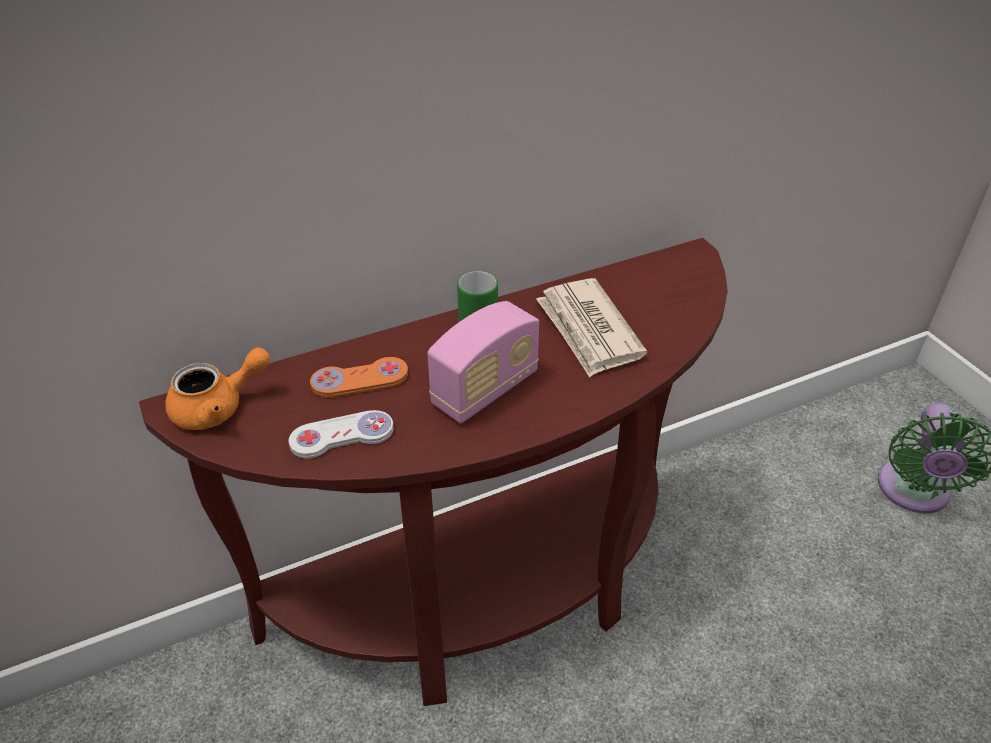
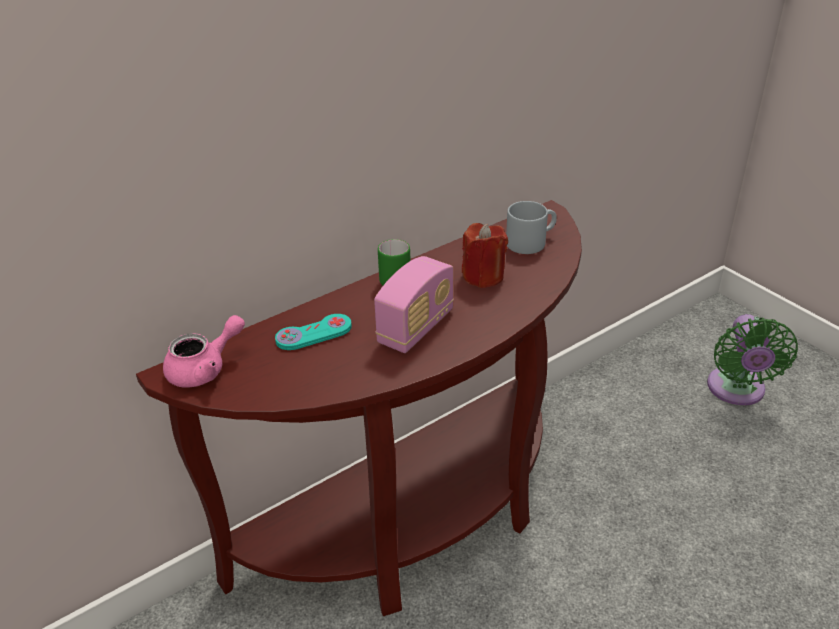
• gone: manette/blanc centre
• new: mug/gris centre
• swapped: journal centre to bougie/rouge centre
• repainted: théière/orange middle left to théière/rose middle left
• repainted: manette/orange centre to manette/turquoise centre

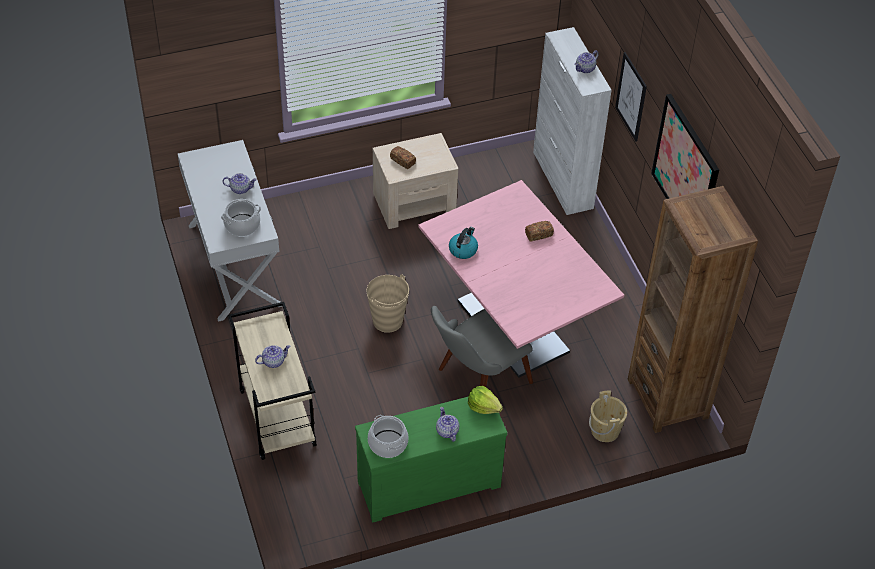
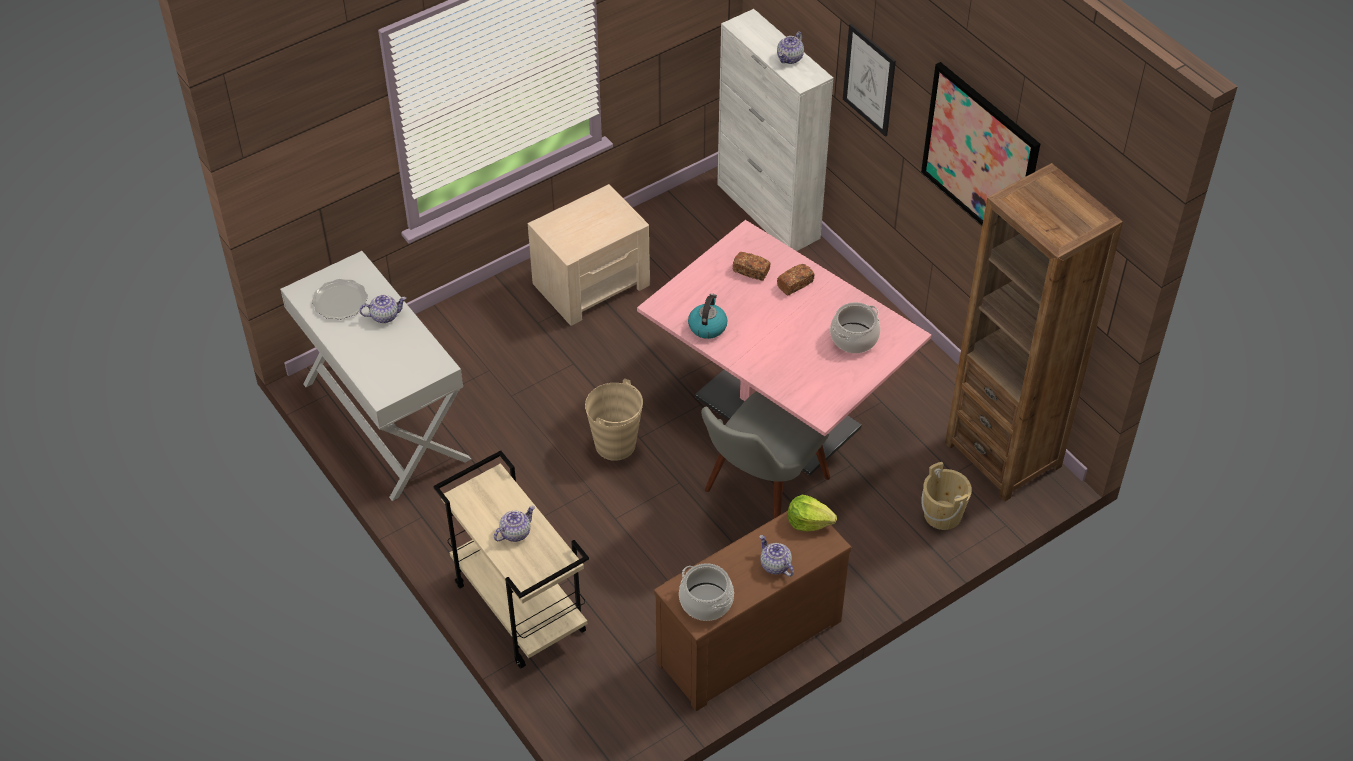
• new: assiette middle left
• shifted: marmite (no. 1 from left in the first image) middle left to marmite (no. 2 from left) centre
• shifted: pain (no. 1 from left) top centre to centre
• repainted: commode/vert bottom centre to commode/marron bottom centre

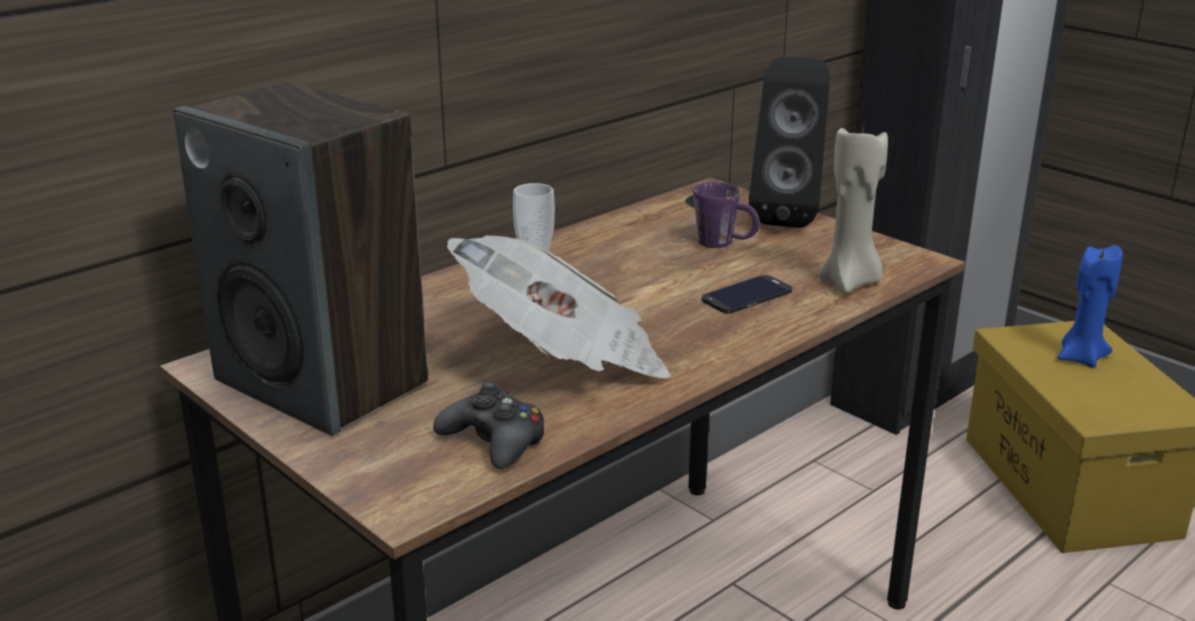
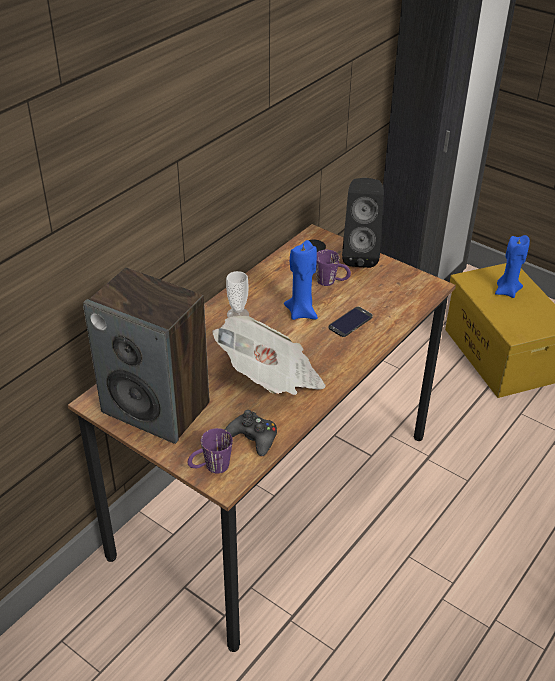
• gone: bougie/beige middle right
• new: mug/violet (no. 1 from left) centre
• new: bougie/bleu (no. 1 from left) centre

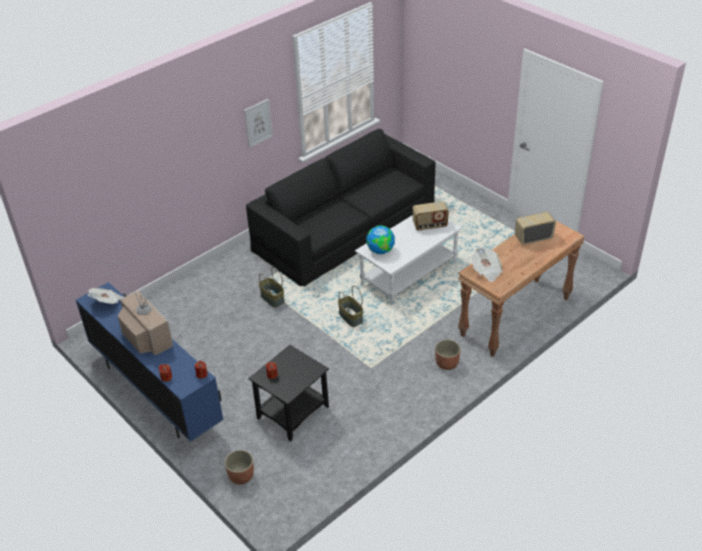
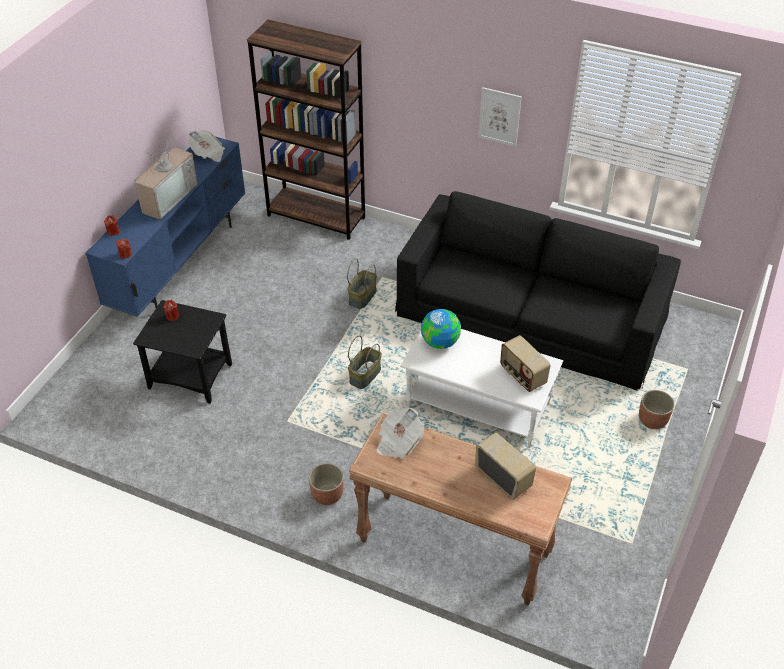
• new: bibliothèque/marron top centre
• shifted: cache-pot (no. 1 from left in the first image) bottom centre to cache-pot (no. 2 from left) middle right

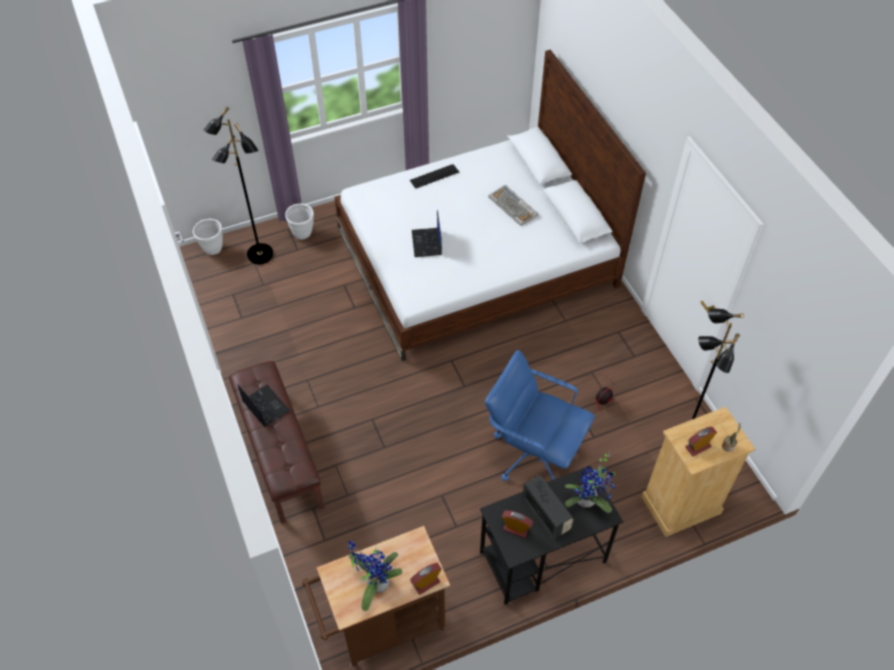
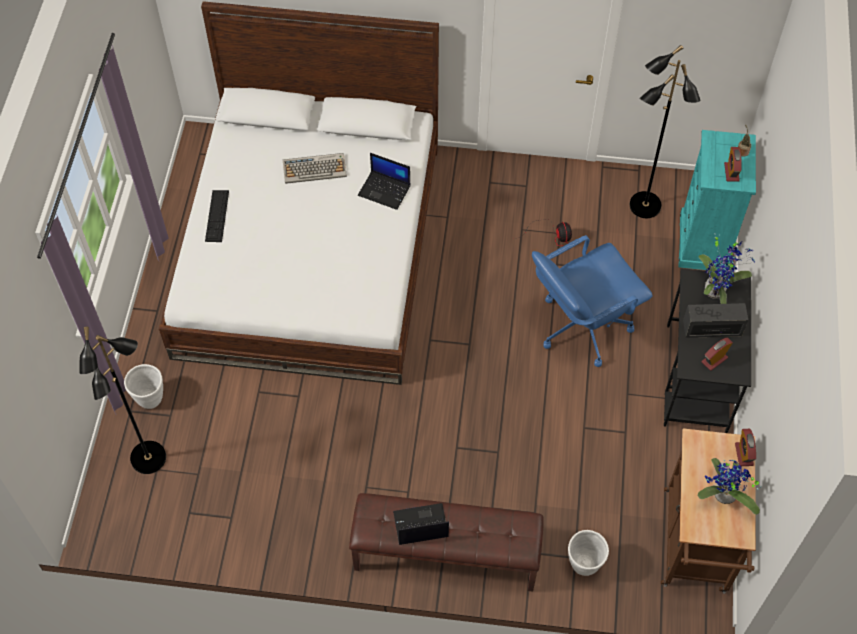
• shifted: cache-pot/blanc (no. 1 from left in the first image) middle left to cache-pot/blanc (no. 2 from left) bottom right
• shifted: ordinateur portable (no. 2 from left in the first image) centre to ordinateur portable (no. 1 from left) top centre
• repainted: commode/beige bottom right to commode/turquoise top right

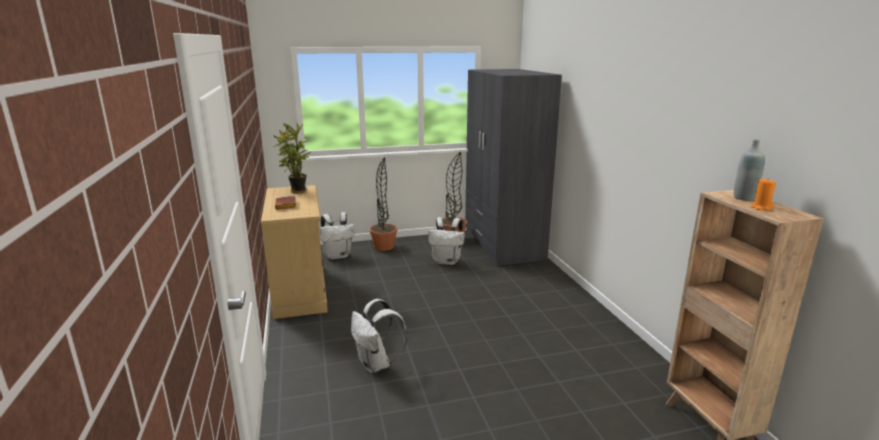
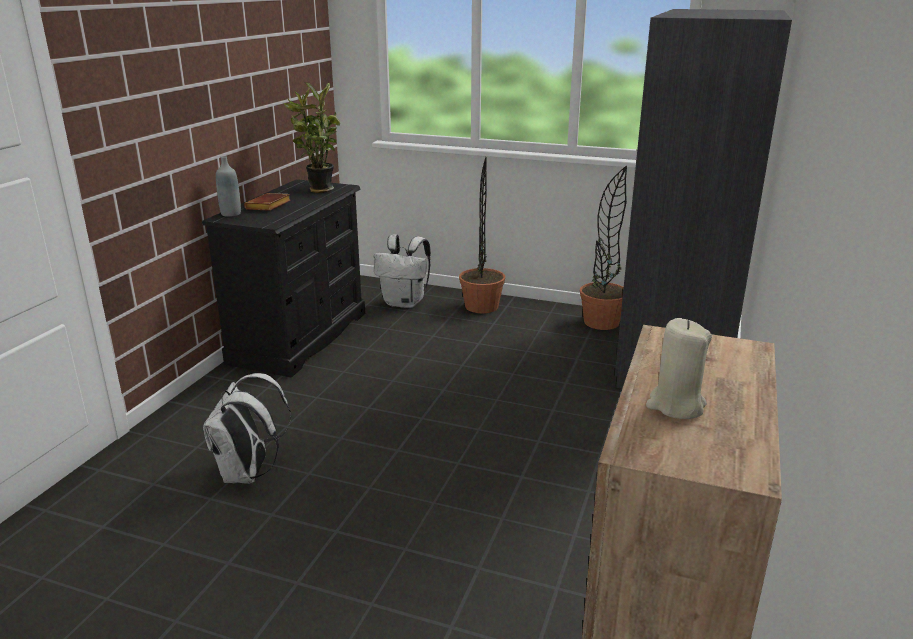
• gone: sac à dos/blanc (no. 3 from left) centre
• shifted: bouteille/gris middle right to top left
• repainted: commode/beige centre to commode/noir middle left
• repainted: bougie/orange middle right to bougie/beige middle right

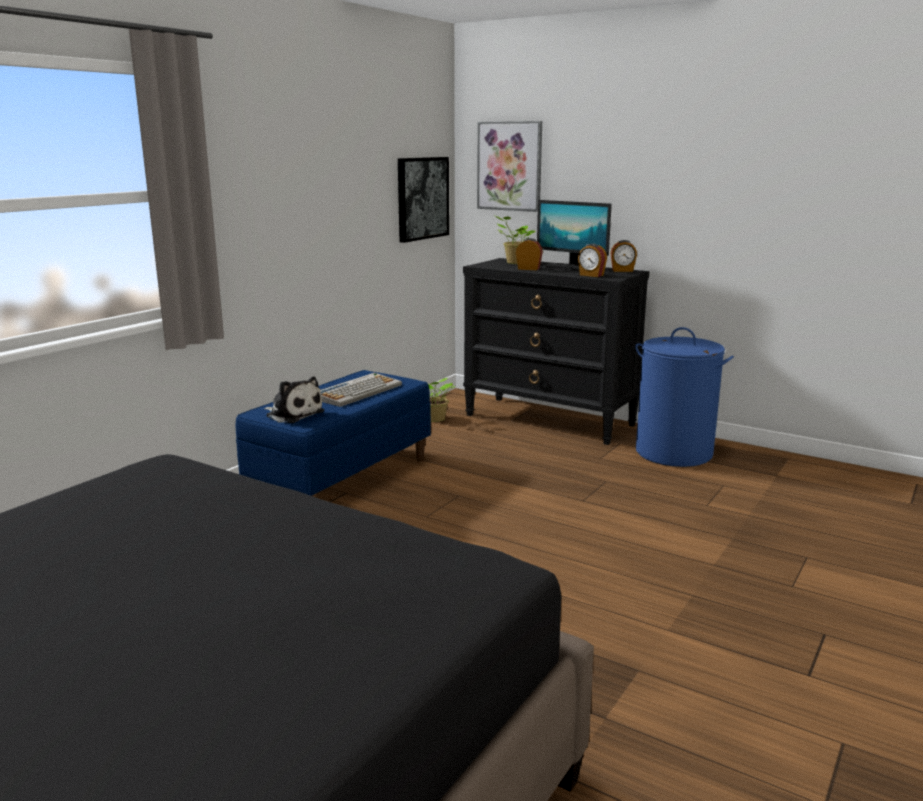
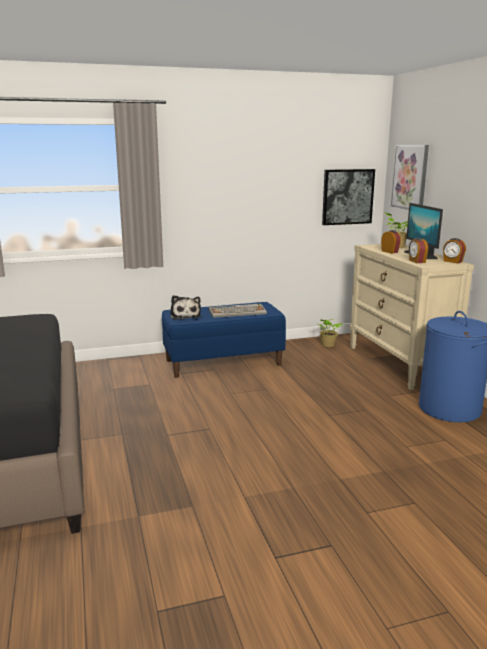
• repainted: commode/noir centre to commode/beige middle right

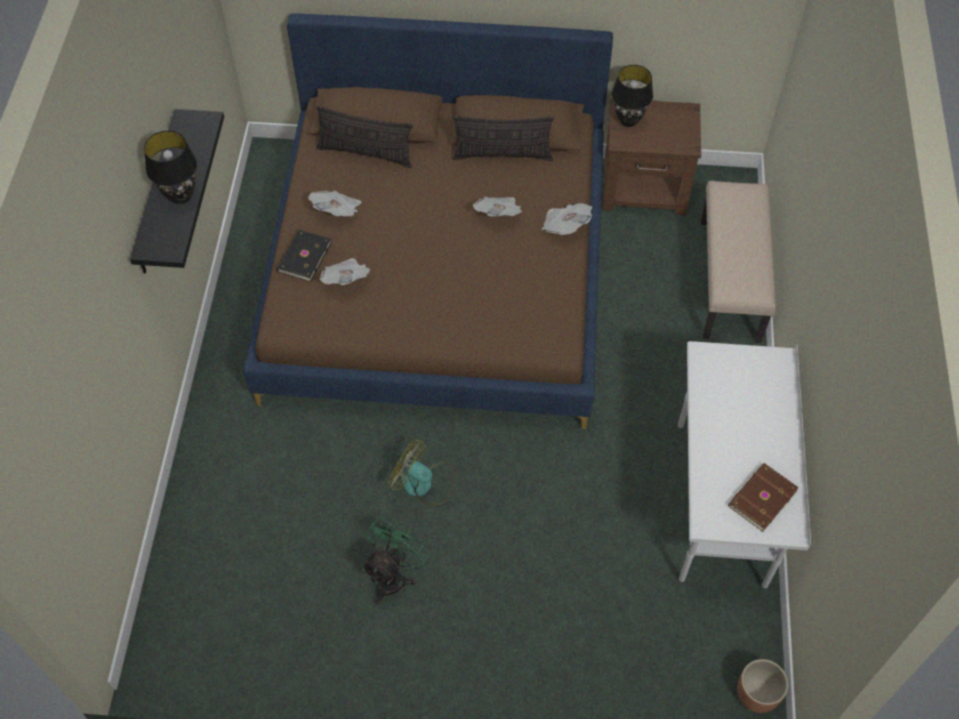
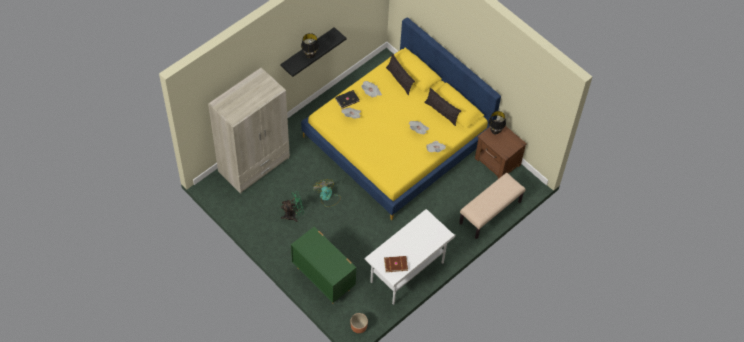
• new: armoire/beige centre
• new: commode/vert bottom centre
• repainted: lit/marron top centre to lit/jaune centre

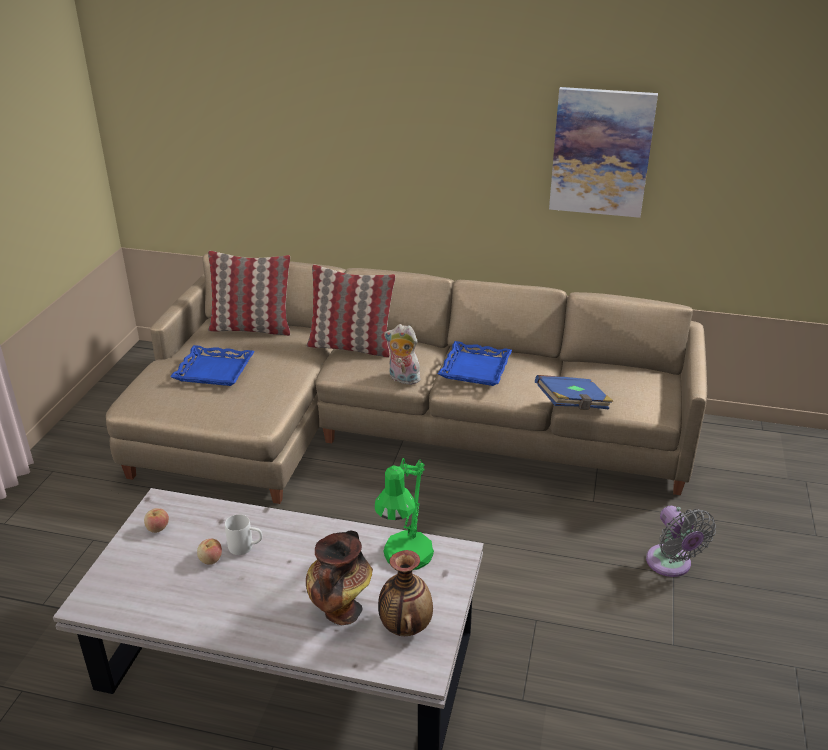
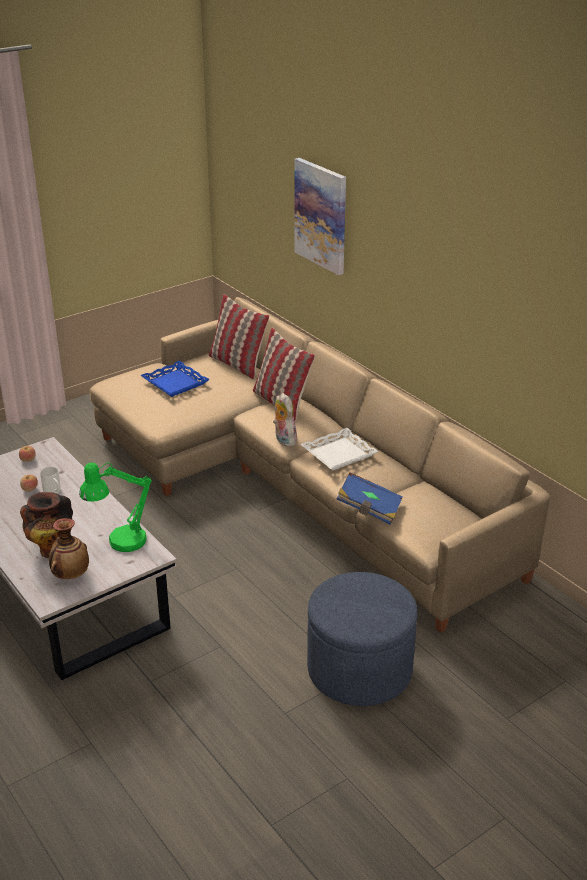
• shifted: tableau top right to top centre
• swapped: ventilateur/gris bottom right to pouf/bleu bottom centre
• repainted: plateau/bleu (no. 2 from left) centre to plateau/blanc centre

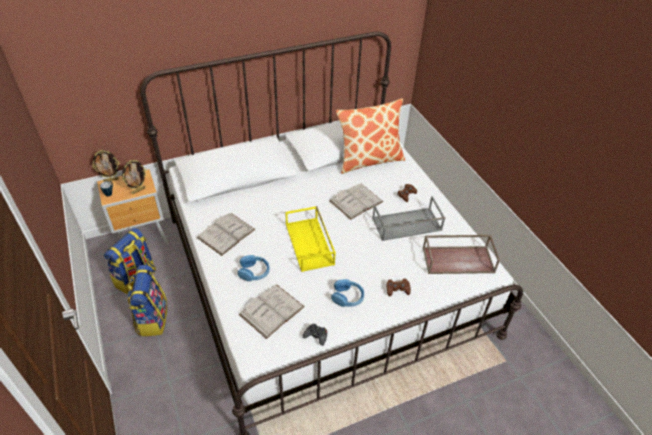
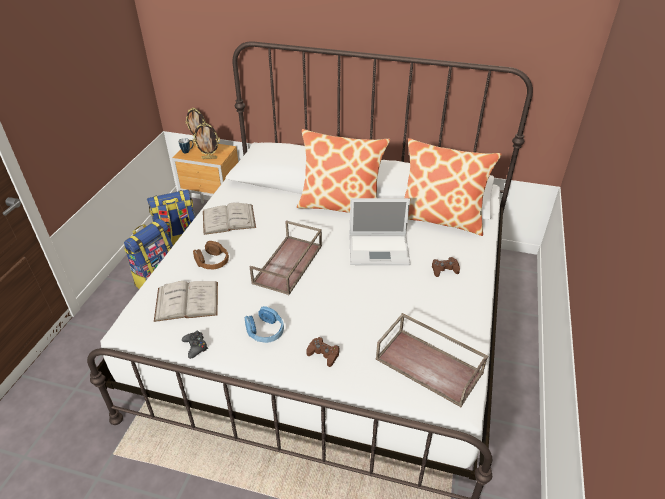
• gone: plateau/gris centre
• new: coussin (no. 1 from left) centre
• swapped: livre/blanc (no. 3 from left) centre to ordinateur portable centre
• repainted: casque audio/bleu (no. 1 from left) centre to casque audio/marron middle left
• repainted: plateau/jaune centre to plateau/marron (no. 1 from left) centre

